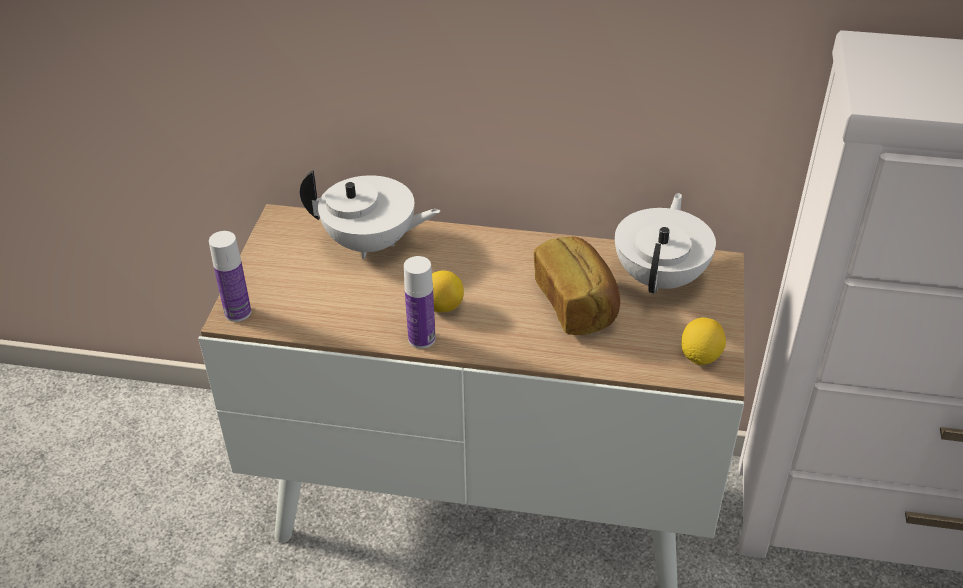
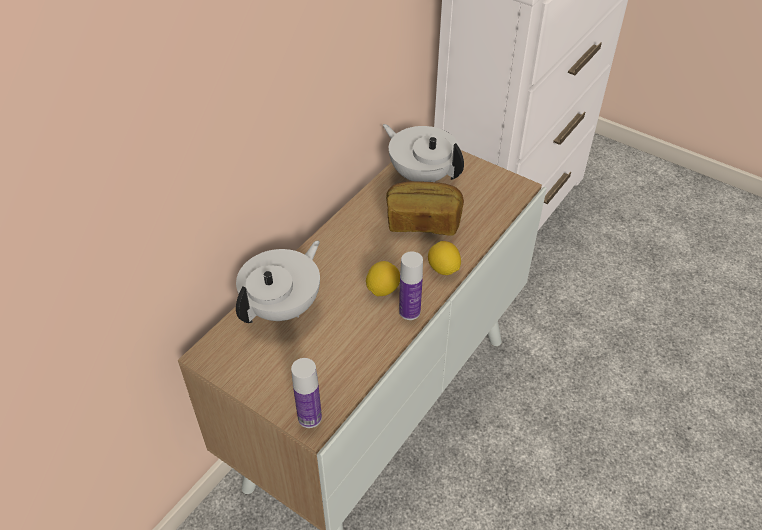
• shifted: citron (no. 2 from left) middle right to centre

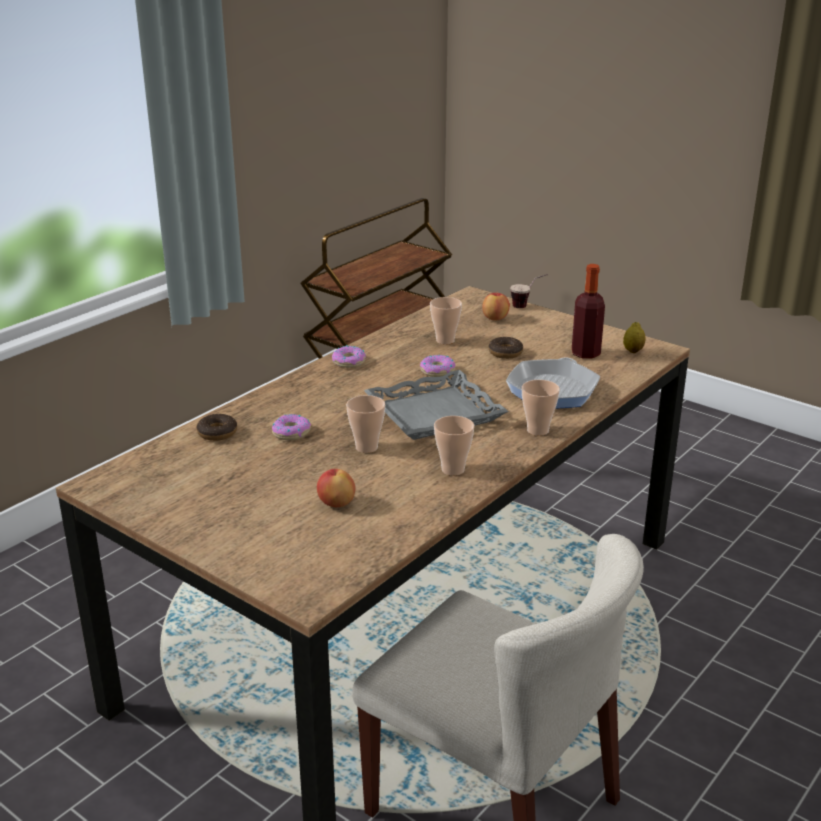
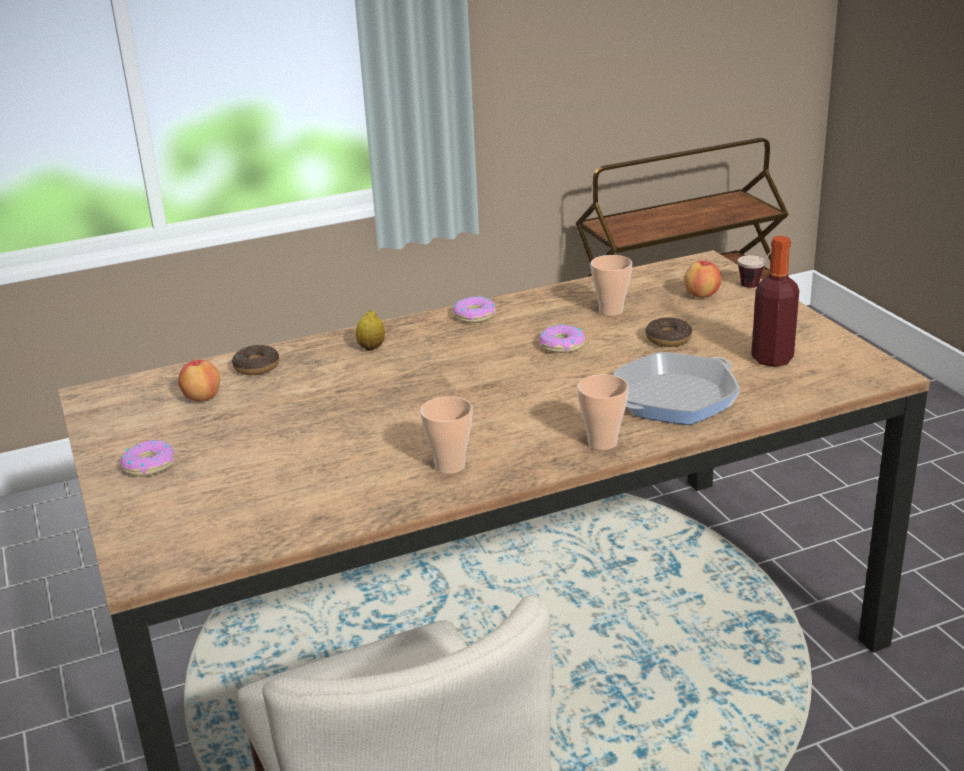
• gone: tasse (no. 1 from left) centre
• gone: plateau/gris centre
• shifted: beignet (no. 2 from left in the first image) centre to beignet (no. 1 from left) middle left
• shifted: pomme (no. 1 from left) centre to middle left
• shifted: citron middle right to centre

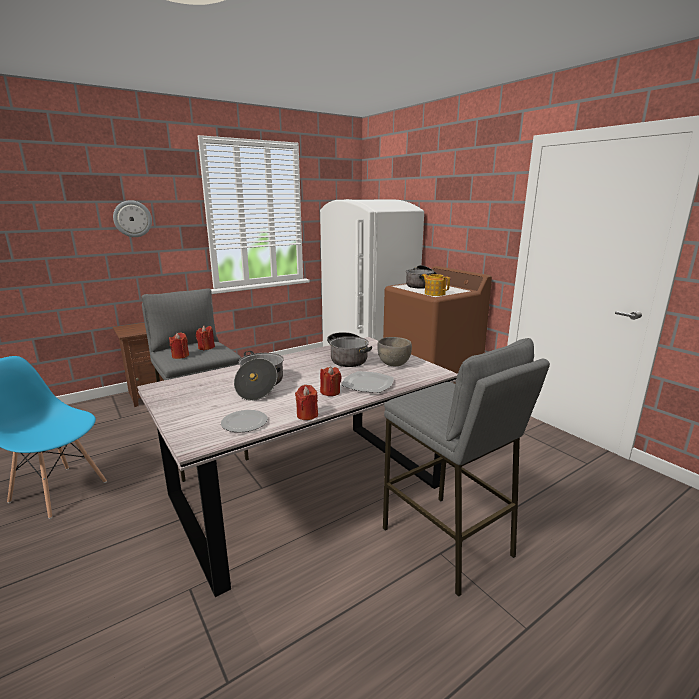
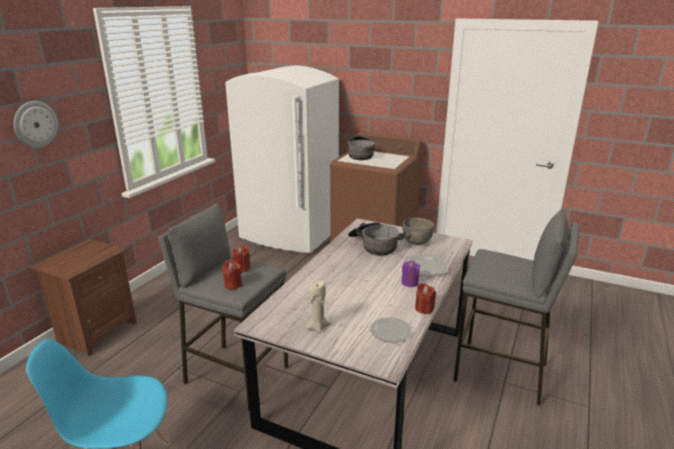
• gone: marmite (no. 1 from left) centre
• gone: théière centre
• new: bougie/beige bottom centre
• repainted: bougie/rouge (no. 4 from left) centre to bougie/violet centre

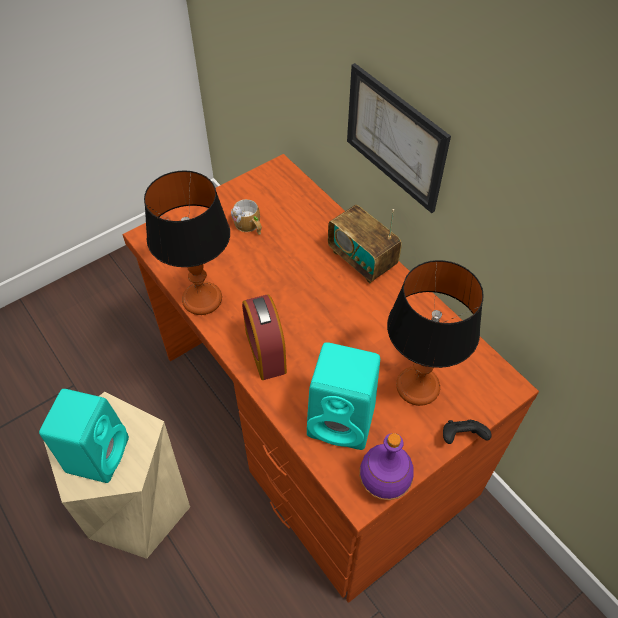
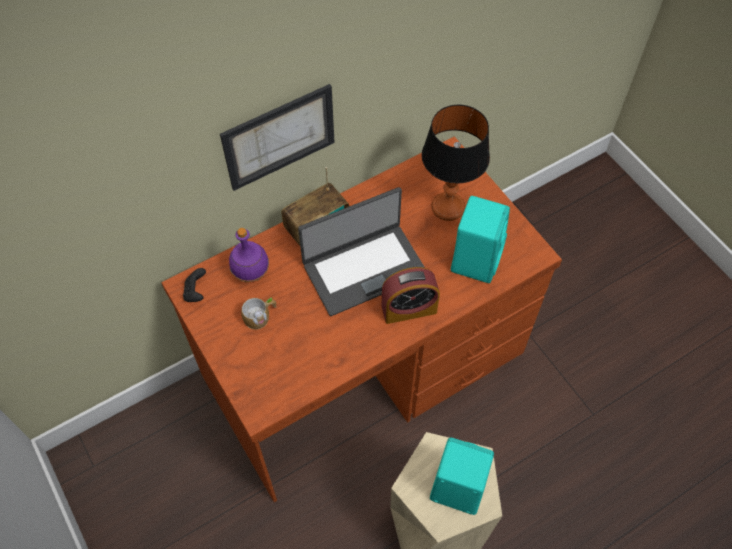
• gone: lampe de table (no. 1 from left) middle left
• new: ordinateur portable centre
• shifted: bouteille/violet bottom centre to centre
• shifted: manette/noir bottom right to middle left

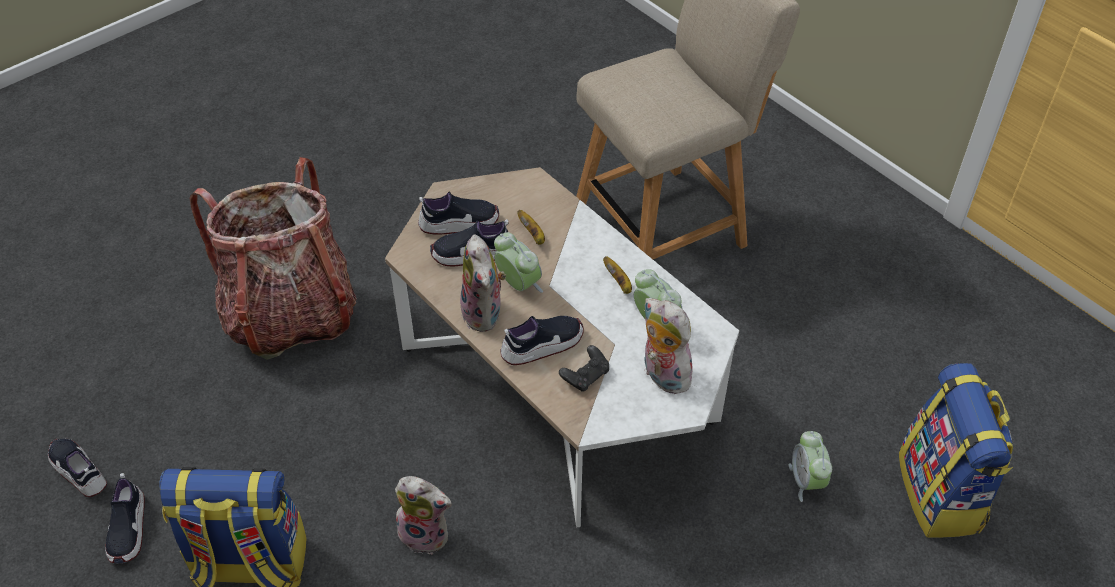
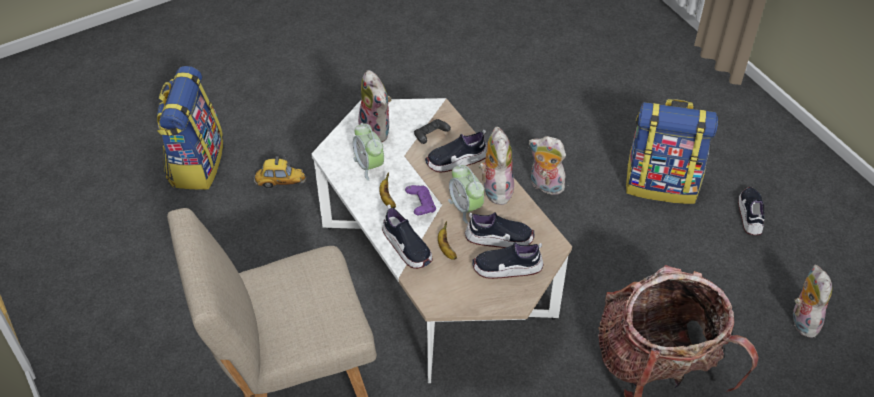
• new: manette/violet centre
• new: peluche (no. 4 from left) bottom right
• shifted: chaussure (no. 1 from left) bottom left to centre
• swapped: réveil (no. 3 from left) bottom right to petite voiture middle left

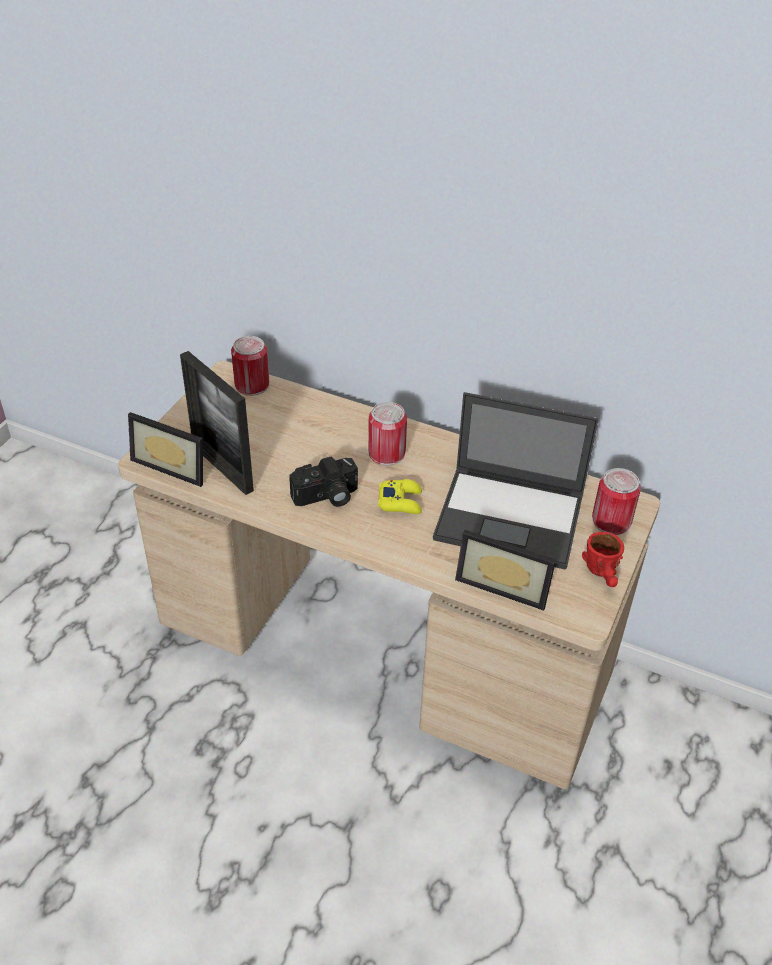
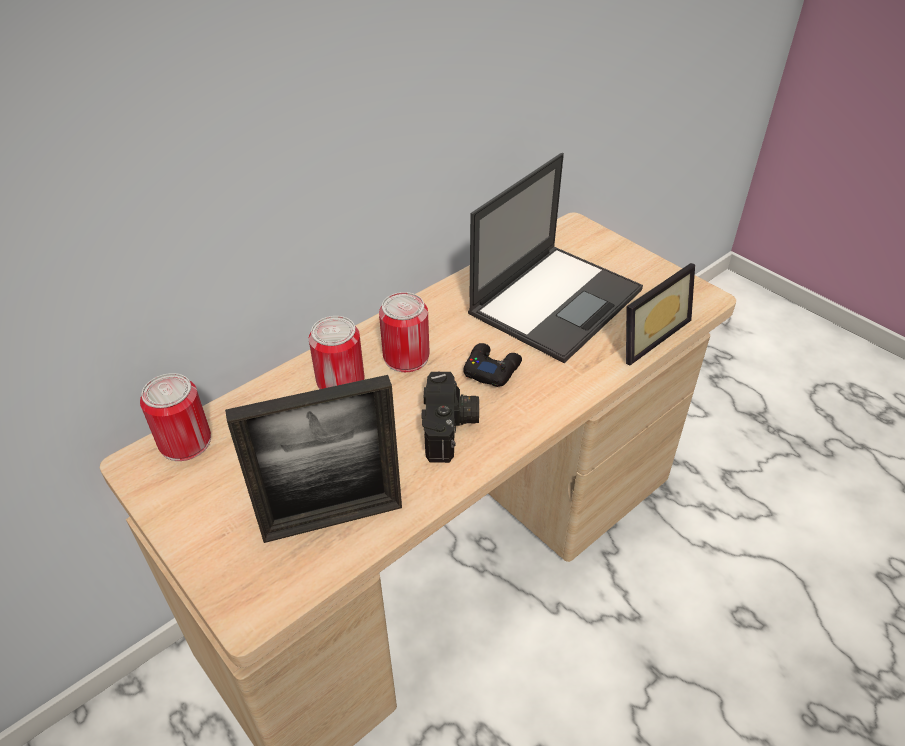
• gone: cadre photo (no. 1 from left) middle left
• gone: mug/rouge middle right
• shifted: boîte métallique (no. 3 from left in the first image) middle right to boîte métallique (no. 2 from left) centre
• repainted: manette/jaune centre to manette/noir centre

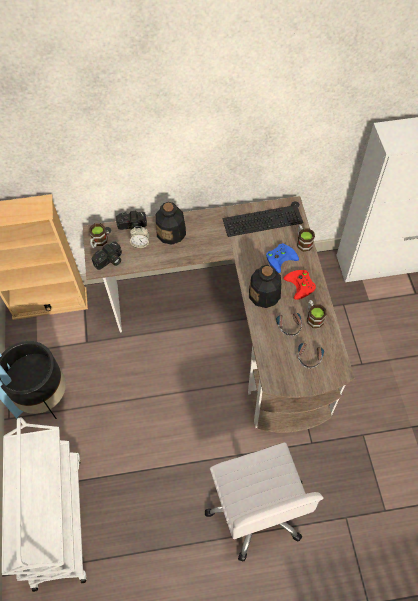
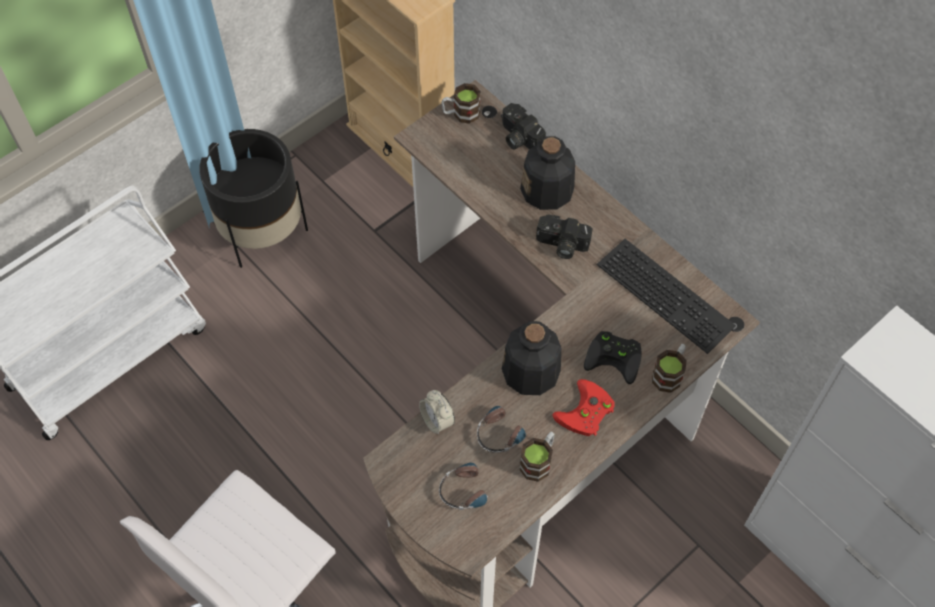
• shifted: appareil photo (no. 1 from left in the first image) middle left to appareil photo (no. 2 from left) centre
• shifted: réveil middle left to bottom centre
• repainted: manette/bleu middle right to manette/noir centre

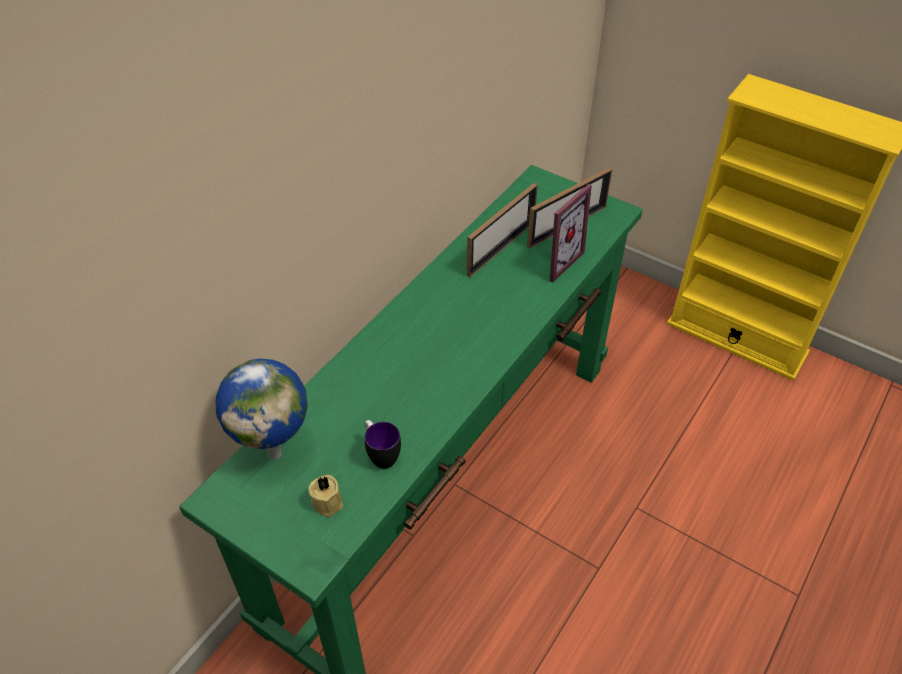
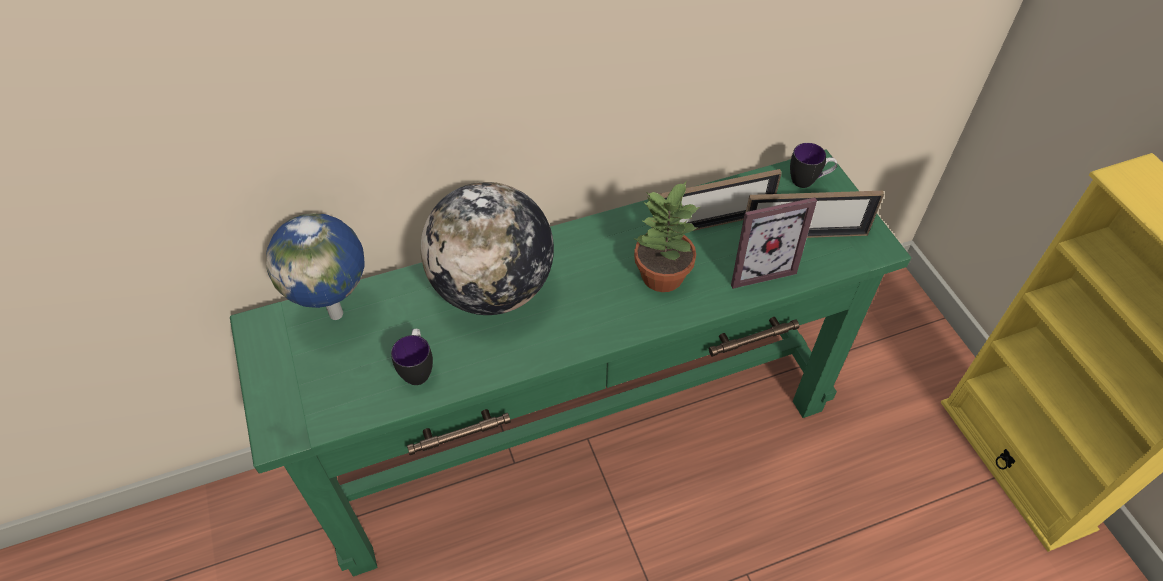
• gone: bougie/beige bottom centre
• new: globe (no. 2 from left) centre
• new: plante en pot centre
• new: mug (no. 2 from left) top right

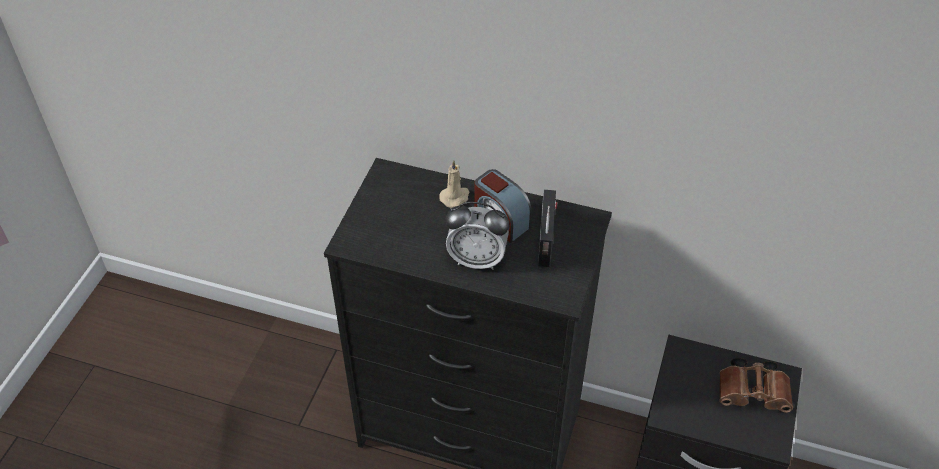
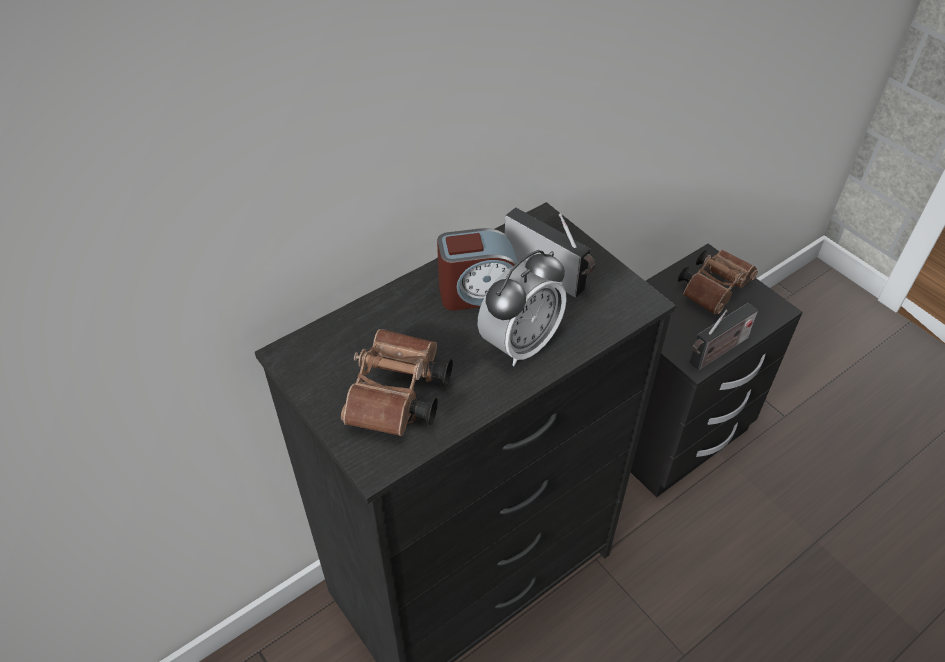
• gone: bougie/beige centre
• new: jumelles/marron (no. 1 from left) centre
• new: radio (no. 2 from left) middle right

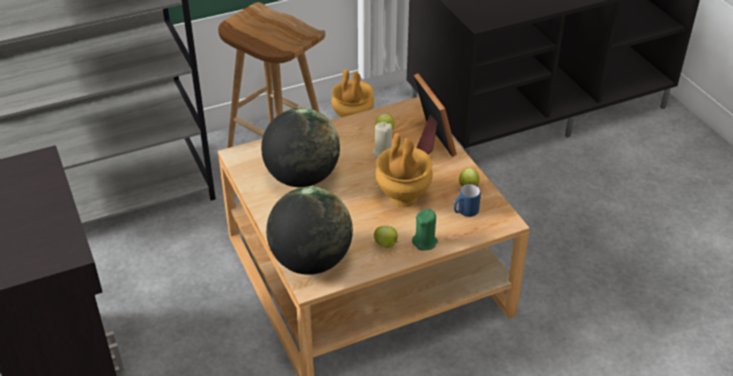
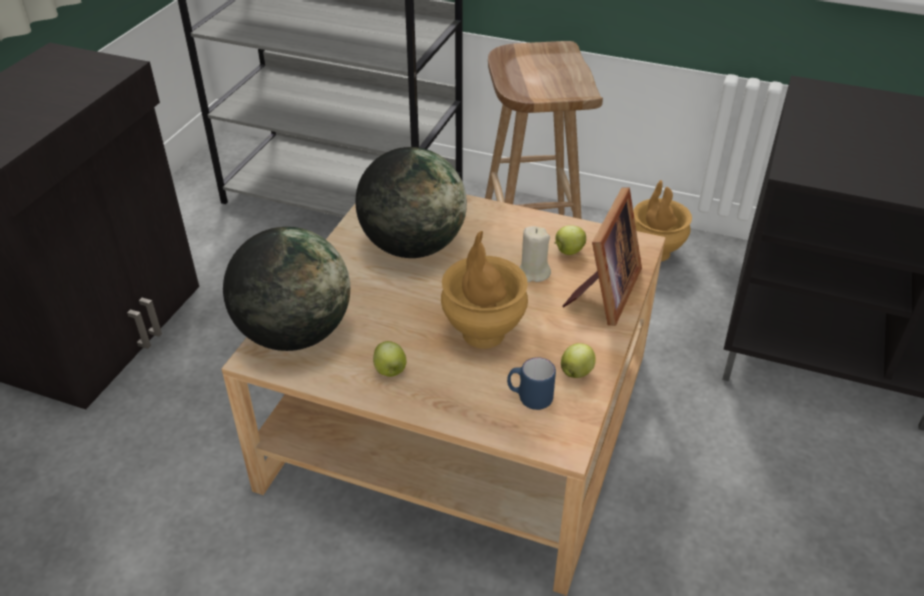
• gone: bougie/vert centre

